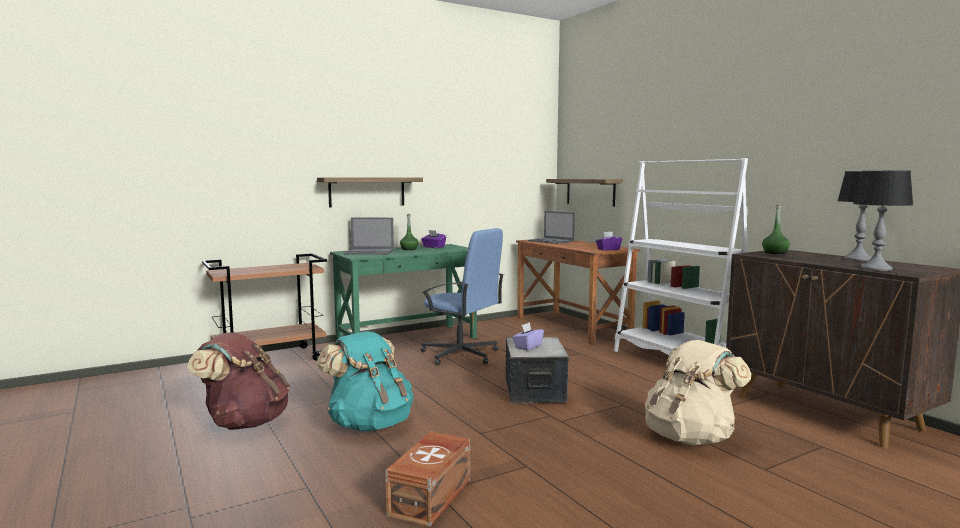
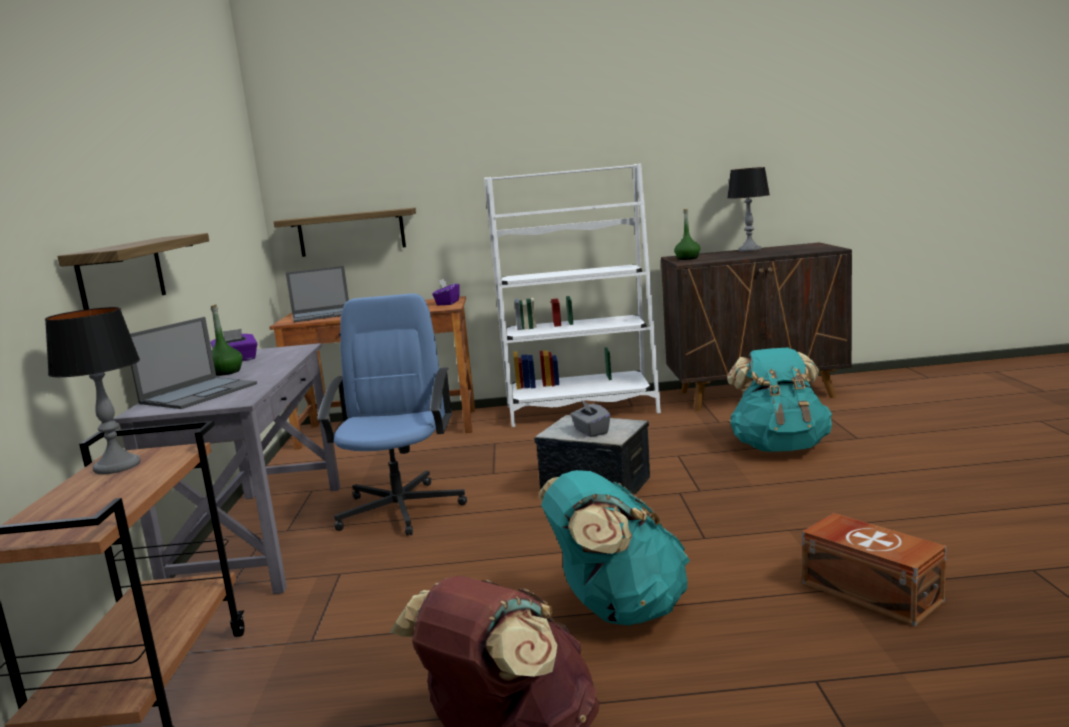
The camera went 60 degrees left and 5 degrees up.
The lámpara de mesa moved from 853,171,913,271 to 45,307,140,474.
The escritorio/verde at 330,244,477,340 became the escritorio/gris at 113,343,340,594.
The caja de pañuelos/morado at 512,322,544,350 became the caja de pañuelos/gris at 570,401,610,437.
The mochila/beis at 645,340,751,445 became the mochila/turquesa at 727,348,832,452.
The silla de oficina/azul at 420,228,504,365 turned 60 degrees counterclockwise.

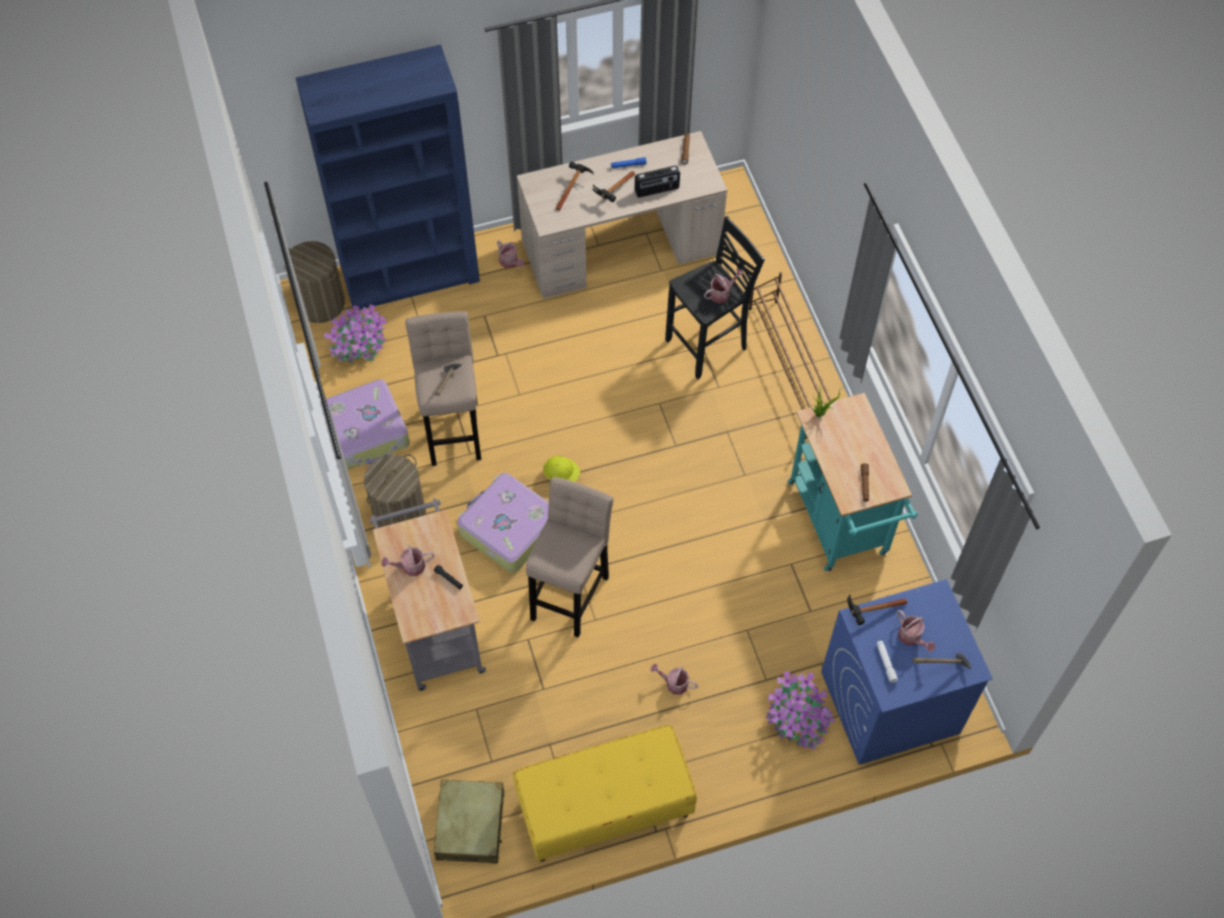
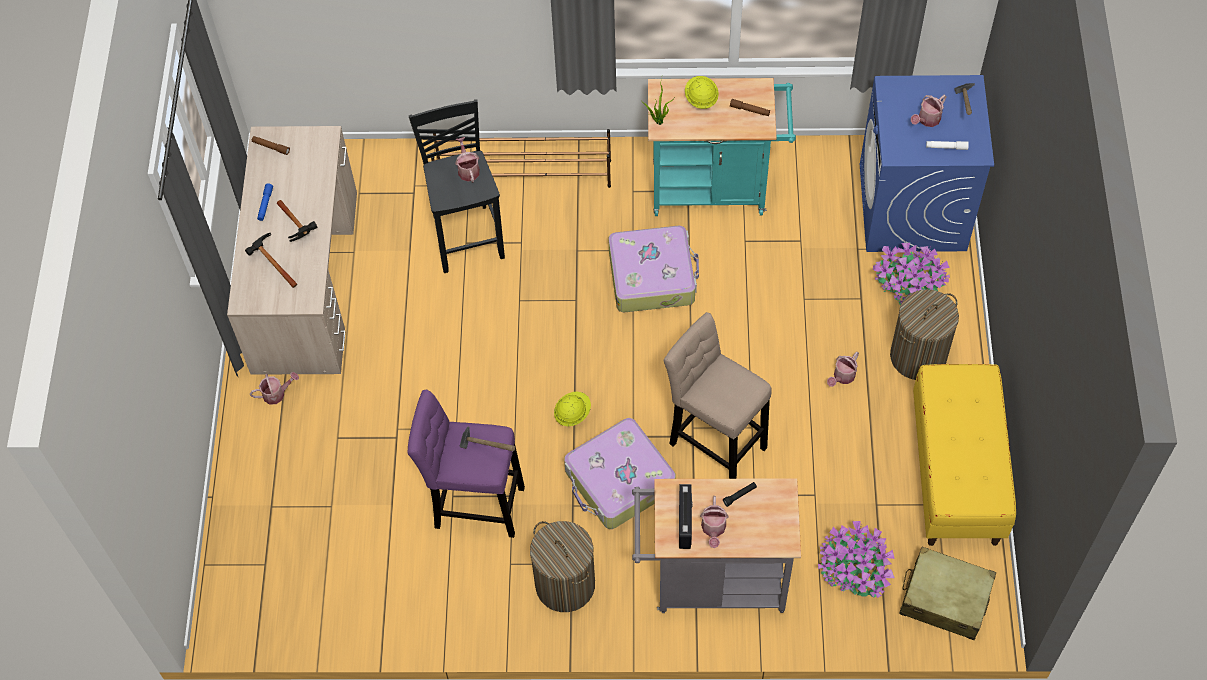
The camera went 70 degrees left and 0 degrees up.
The estantería/azul at 296,45,480,310 disappeared.
The martillo at 847,595,907,625 disappeared.
The casco/amarillo at 685,76,719,109 appeared.
The cesto de la ropa moved from 284,241,345,323 to 890,289,959,380.
The planta en maceta moved from 324,304,387,364 to 818,521,895,598.
The maleta moved from 326,379,410,470 to 608,226,699,312.
The radio moved from 635,165,680,198 to 679,484,693,549.
The taburete/beis at 405,311,481,466 became the taburete/morado at 407,390,525,538.
The regadera at 897,610,935,652 turned 150 degrees clockwise.

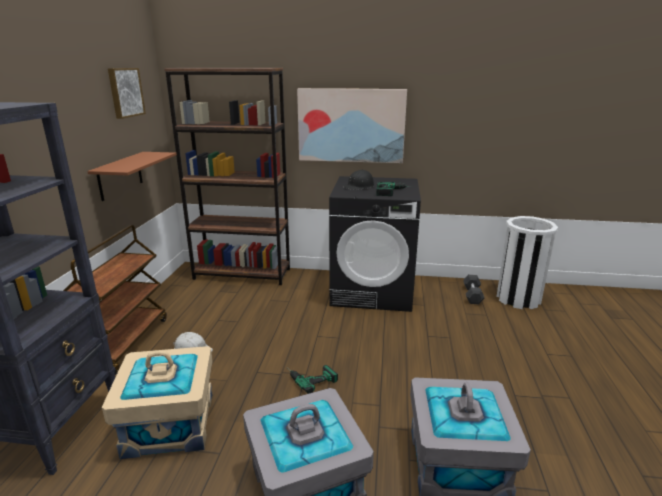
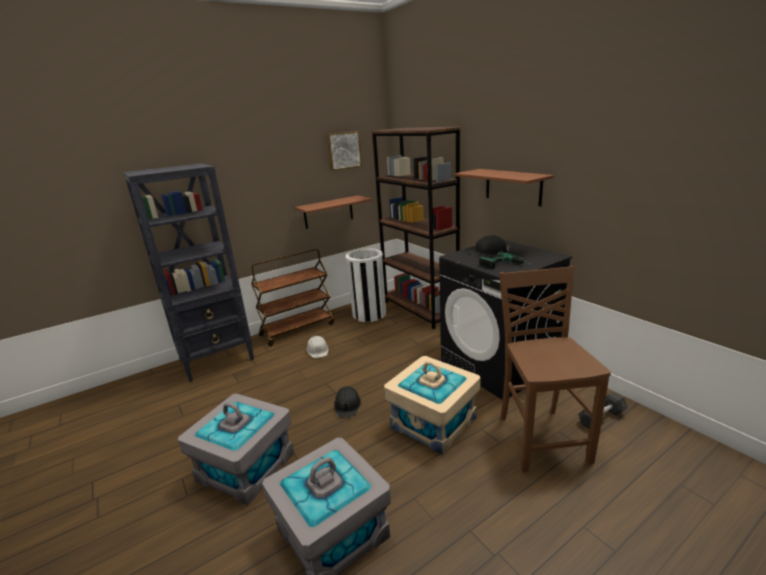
The camera went 50 degrees right and 0 degrees up.
The silla/marrón at 499,266,611,472 appeared.
The caja de almacenaje/beis moved from 102,346,213,459 to 384,356,481,455.
The papelera/blanco moved from 496,216,558,309 to 346,248,386,322.
The taladro at 287,365,338,394 was replaced by the casco/negro at 334,386,361,418.
The cuadro at 297,88,407,163 was replaced by the estante/marrón at 454,169,554,207.

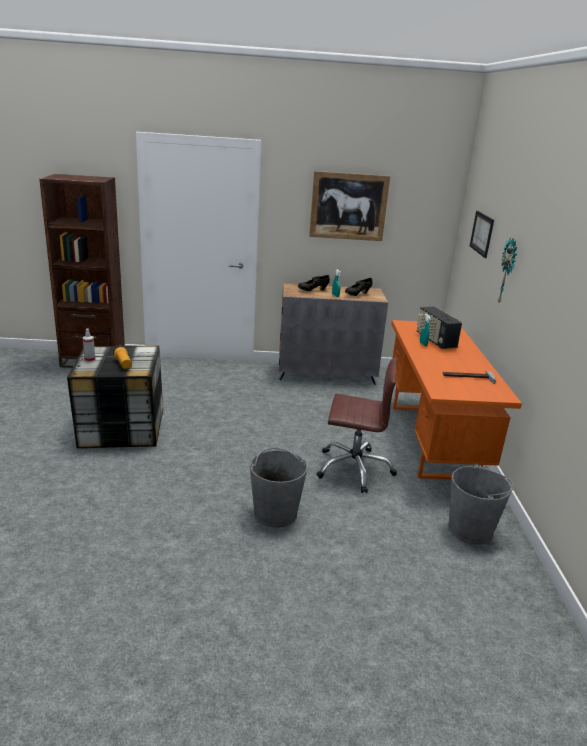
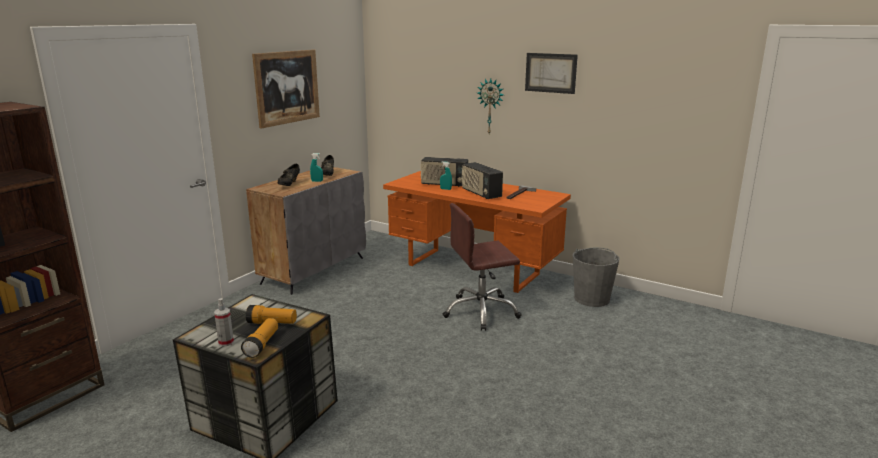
The camera went 55 degrees left and 5 degrees down.
The cubo/gris at 250,448,307,528 disappeared.
The linterna at 241,318,278,358 appeared.
The radio at 462,162,503,199 appeared.
The cuadro moved from 470,211,494,258 to 525,53,578,94.
The silla de oficina/marrón at 317,358,397,493 turned 150 degrees counterclockwise.

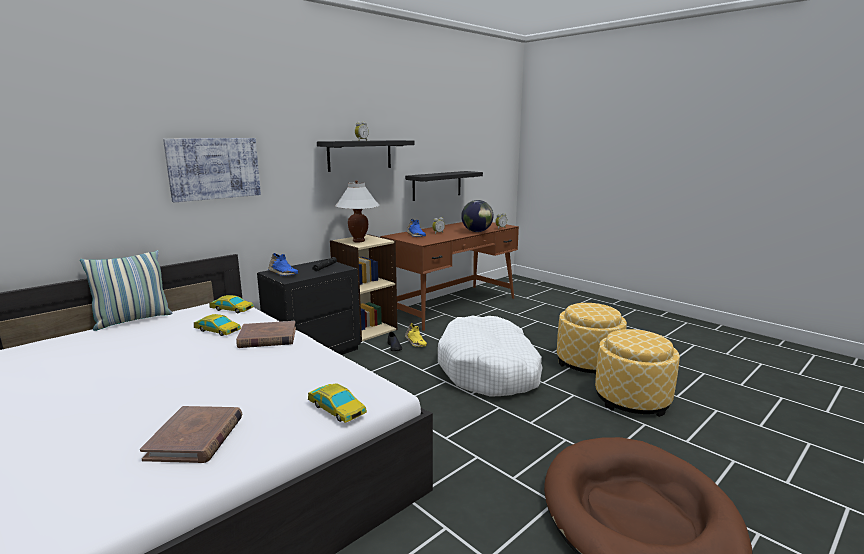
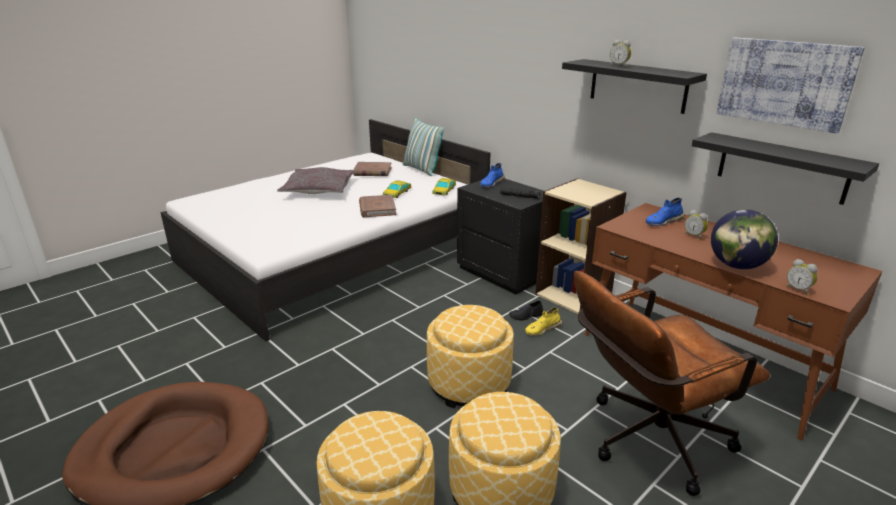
The camera went 90 degrees right and 10 degrees up.
The coche de juguete at 308,383,367,423 disappeared.
The lámpara de mesa/blanco at 335,180,380,242 disappeared.
The cojín/gris at 277,167,355,194 appeared.
The silla de oficina/marrón at 573,271,770,496 appeared.
The libro/marrón moved from 140,406,243,463 to 353,162,392,176.
The cuadro moved from 163,138,261,202 to 716,37,865,134.
The cama para perro/blanco at 438,315,543,397 was replaced by the puf at 427,305,514,409.

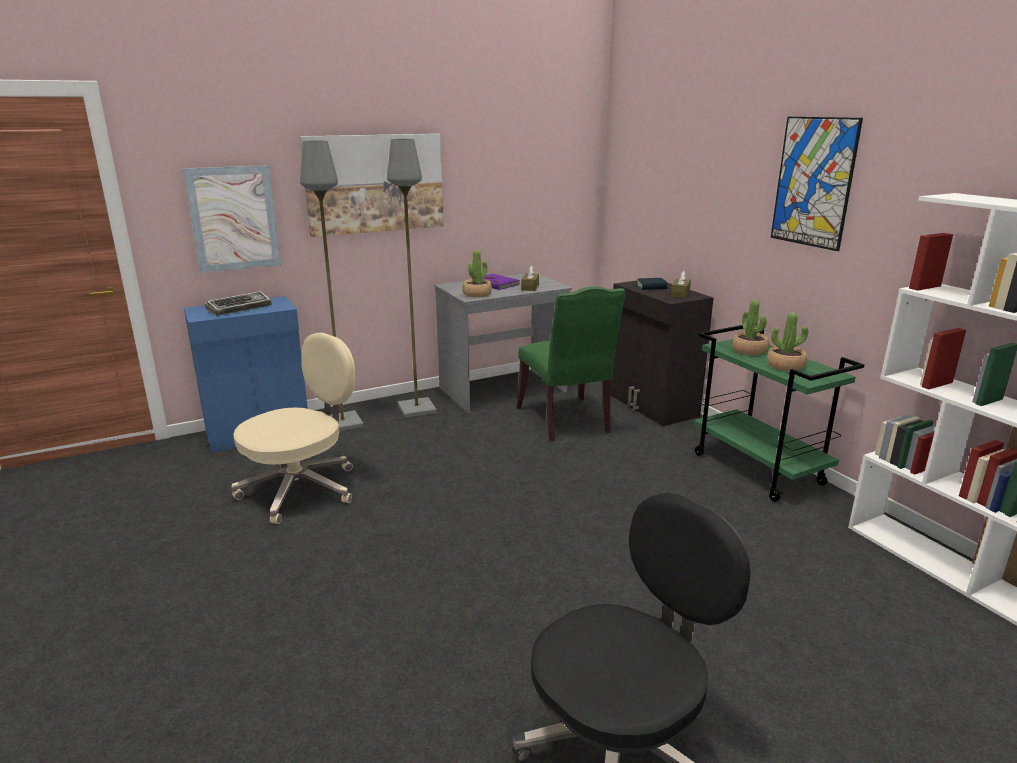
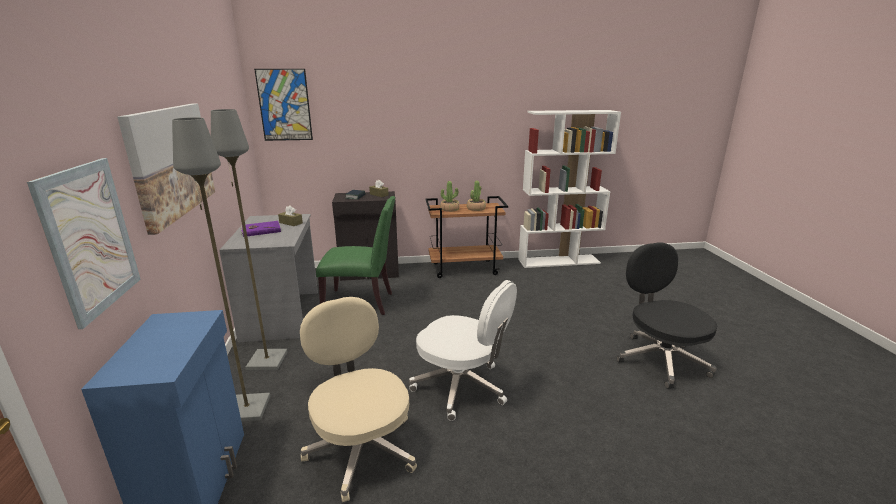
The camera went 70 degrees left and 0 degrees up.
The teclado at 205,291,272,316 disappeared.
The planta en maceta at 462,250,492,297 disappeared.
The silla de oficina/blanco at 409,280,517,421 appeared.
The cuadro moved from 771,117,863,251 to 254,69,313,141.
The carrito/verde at 694,325,864,502 became the carrito/marrón at 425,196,508,278.

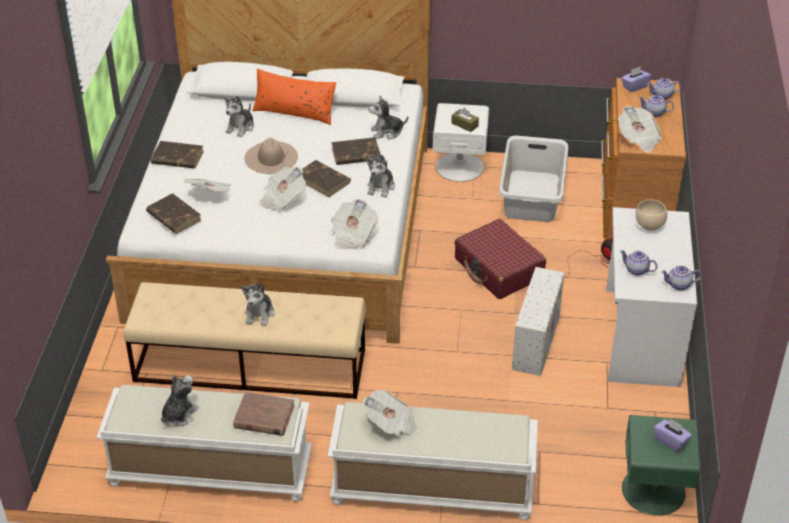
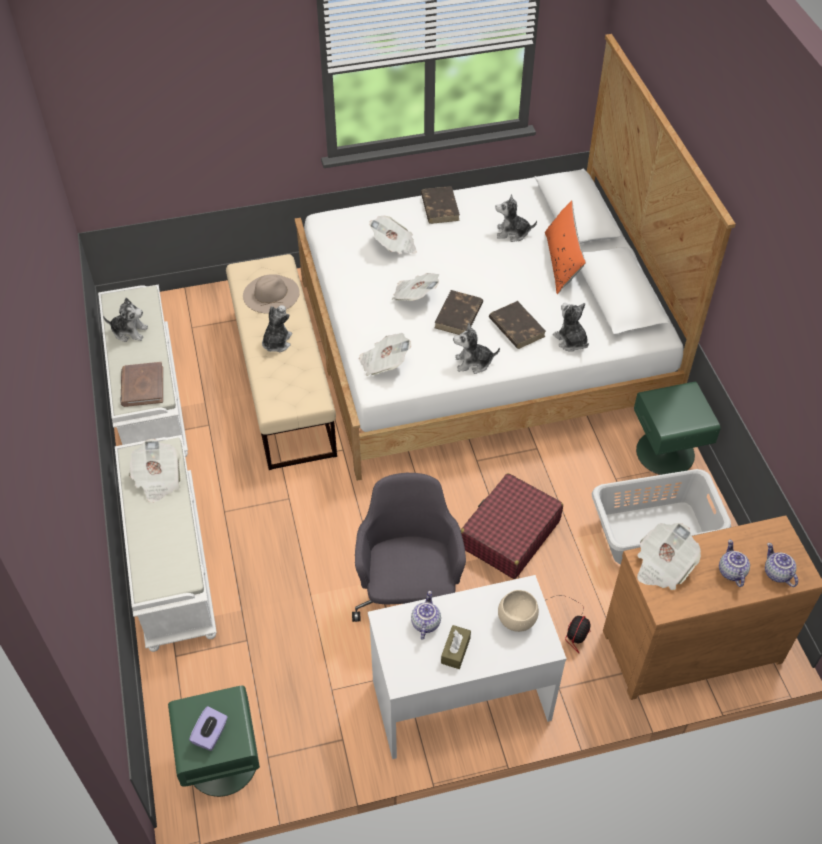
The camera went 70 degrees right and 10 degrees up.
The libro/marrón at 146,193,202,234 disappeared.
The caja de pañuelos/morado at 621,67,652,92 disappeared.
The tetera at 661,265,702,291 disappeared.
The sombrero/beis moved from 244,138,298,174 to 243,274,300,314.
The caja de pañuelos/marrón moved from 451,108,479,132 to 441,625,471,669.
The caja de almacenaje/blanco at 512,267,564,376 was replaced by the silla de oficina/gris at 352,473,466,622.
The mesita de noche/blanco at 433,103,489,182 became the mesita de noche/verde at 634,381,720,475.
The peluche at 241,282,275,326 turned 120 degrees clockwise.

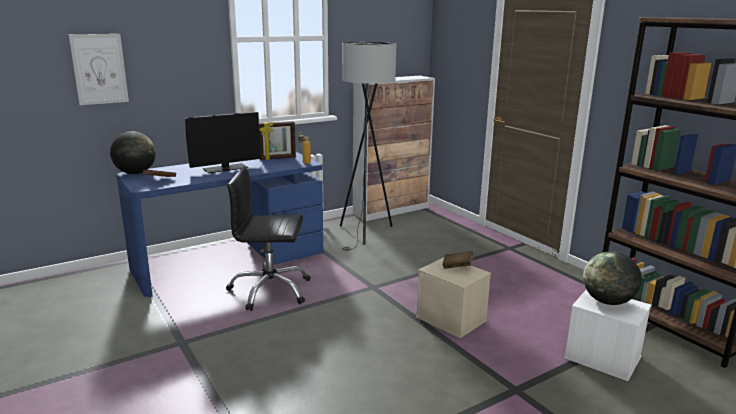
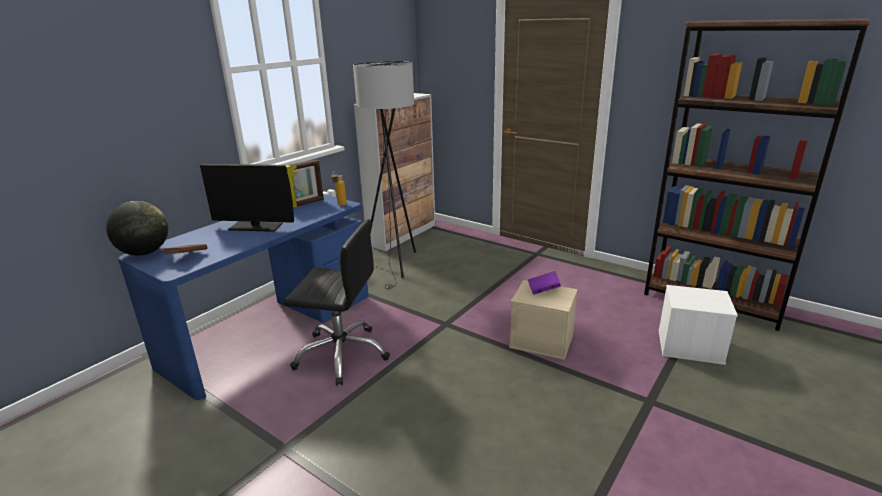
The camera went 20 degrees left and 5 degrees up.
The cuadro at 69,34,129,105 disappeared.
The globo terráqueo at 583,251,642,305 disappeared.
The libro/marrón at 442,251,473,269 became the libro/morado at 528,271,561,295.
The monitor at 185,112,261,173 turned 60 degrees clockwise.
The silla de oficina/negro at 226,167,311,311 turned 150 degrees counterclockwise.

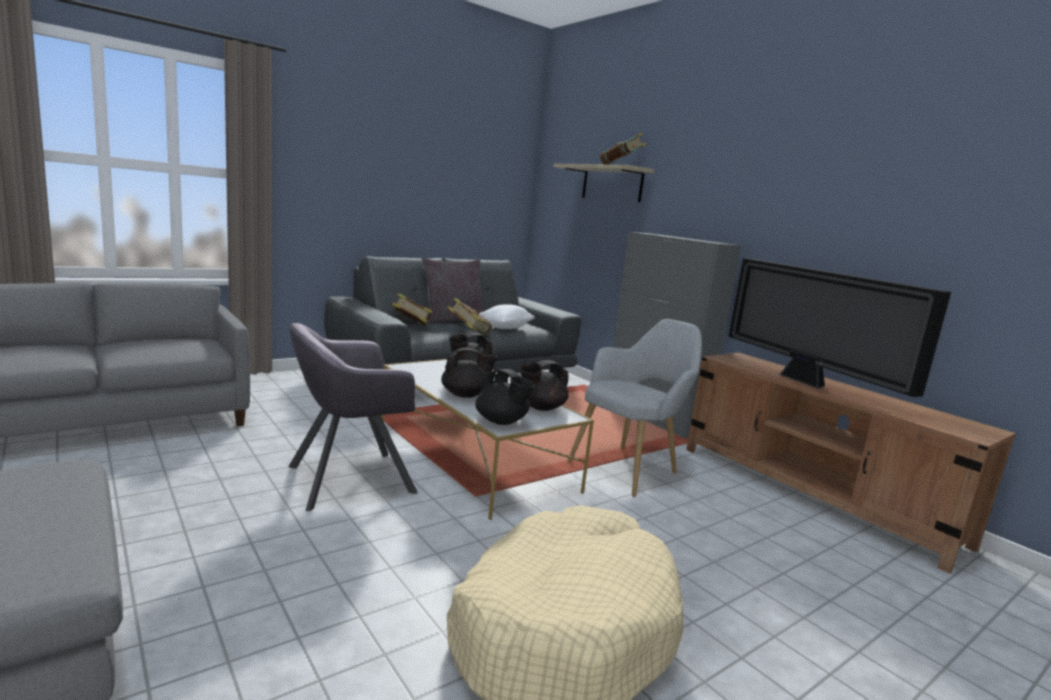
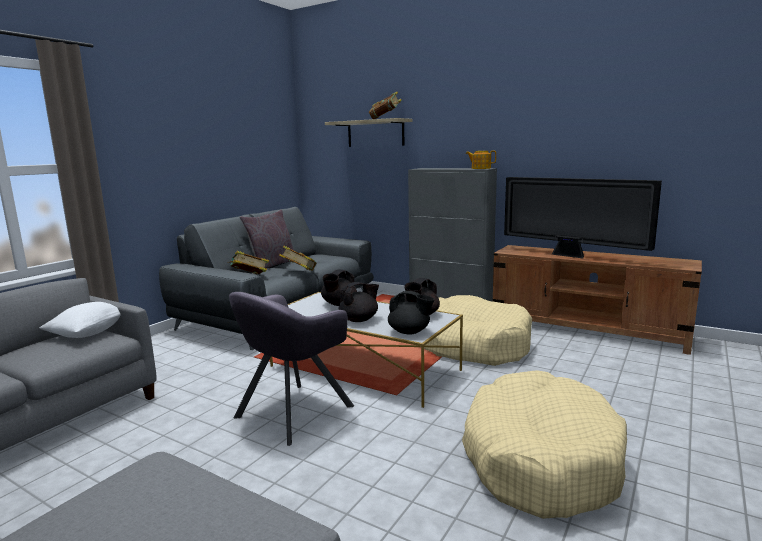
The camera went 20 degrees left and 0 degrees up.
The tetera at 466,150,496,169 appeared.
The cojín/blanco moved from 479,304,535,329 to 39,302,120,338.
The sillón/gris at 567,319,702,497 was replaced by the cama para perro/beis at 424,295,532,366.

